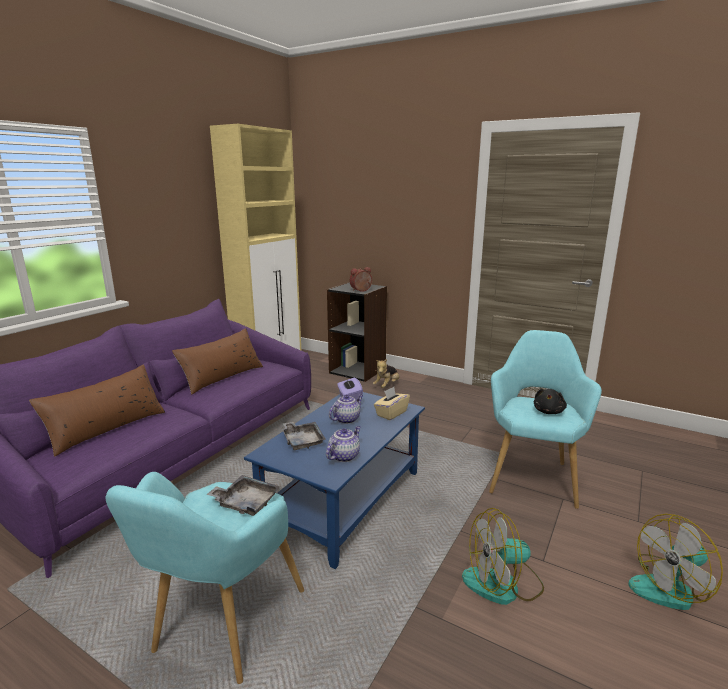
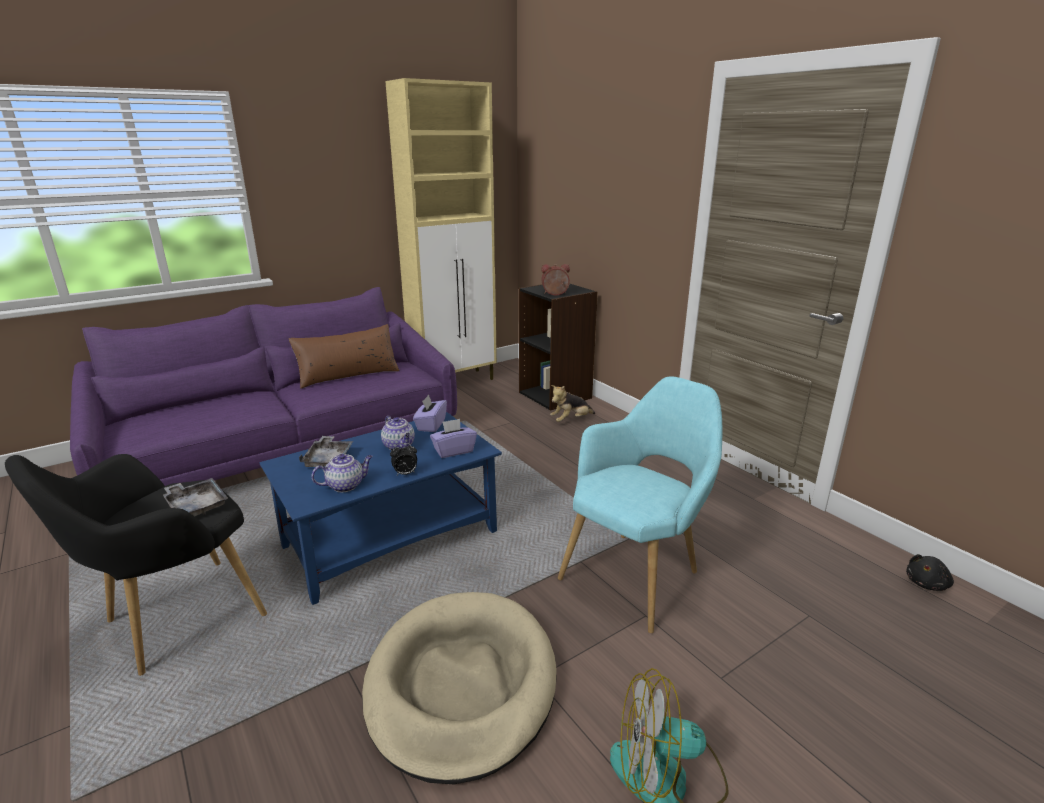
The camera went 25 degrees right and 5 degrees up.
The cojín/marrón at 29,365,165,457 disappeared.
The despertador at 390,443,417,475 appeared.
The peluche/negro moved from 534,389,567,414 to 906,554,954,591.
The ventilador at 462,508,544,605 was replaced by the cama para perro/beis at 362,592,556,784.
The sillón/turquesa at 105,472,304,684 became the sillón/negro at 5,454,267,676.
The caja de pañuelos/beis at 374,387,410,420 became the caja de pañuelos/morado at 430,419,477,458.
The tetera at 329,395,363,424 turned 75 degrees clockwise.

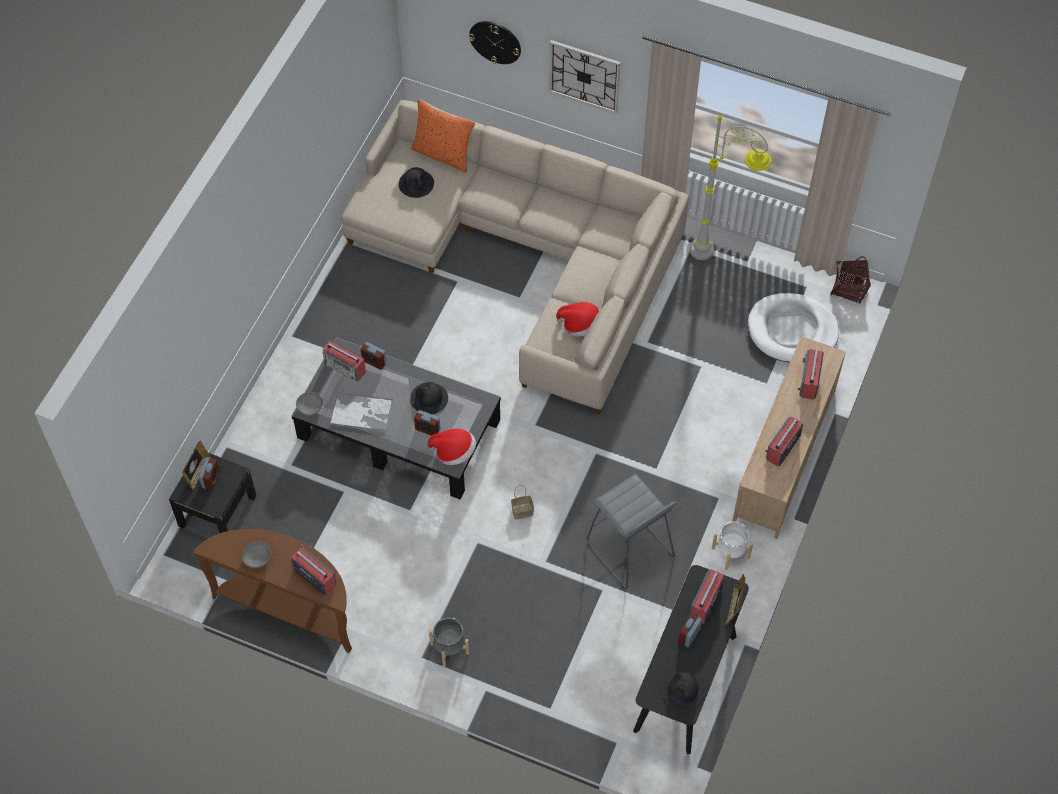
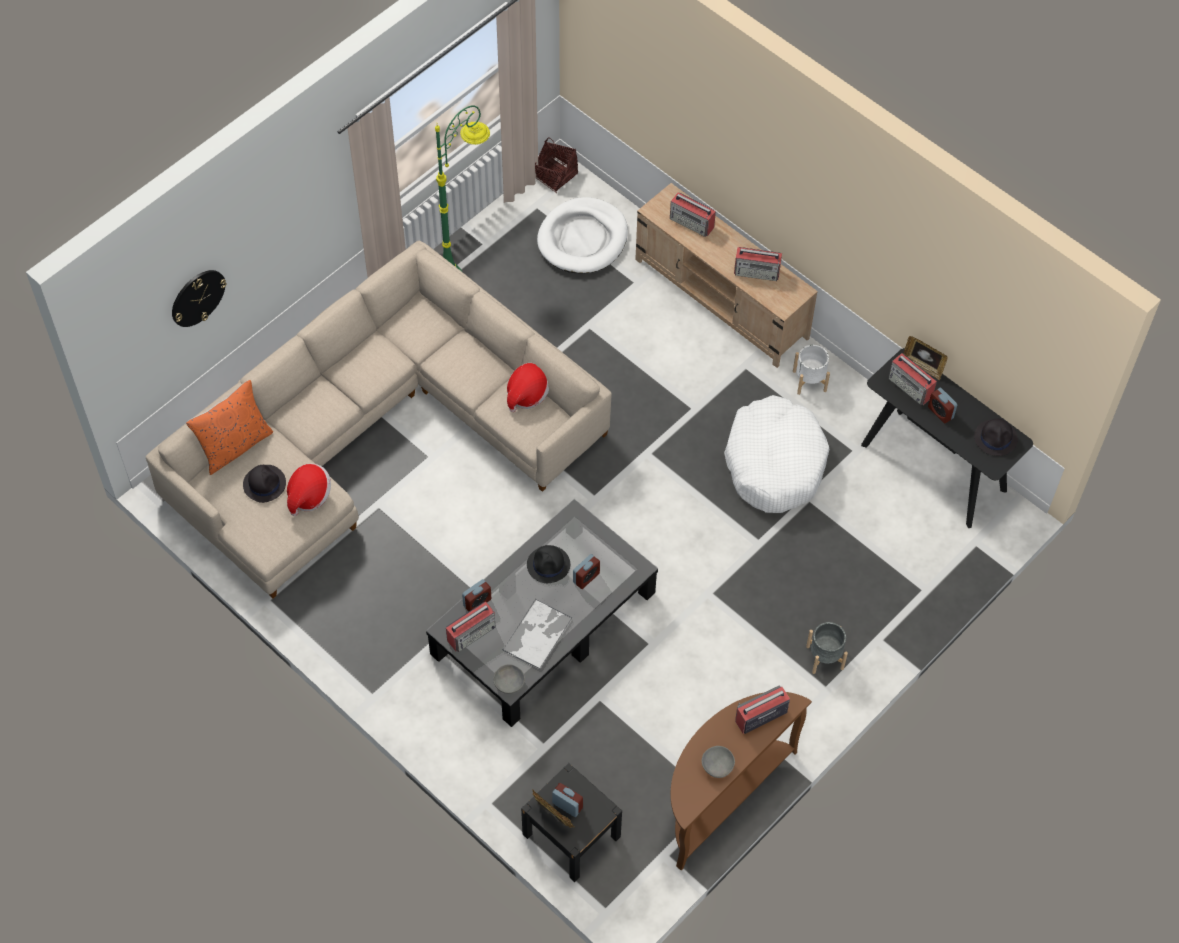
The camera went 70 degrees left and 0 degrees up.
The cesta at 511,485,534,519 disappeared.
The reloj de pared at 549,40,621,113 disappeared.
The sombrero moved from 428,429,476,465 to 287,463,331,516.
The taburete/gris at 587,474,676,589 was replaced by the cama para perro/blanco at 724,395,830,513.
The lámpara de pie/gris at 690,113,772,260 became the lámpara de pie/verde at 435,105,490,272.
The radio at 765,417,803,467 turned 45 degrees counterclockwise.

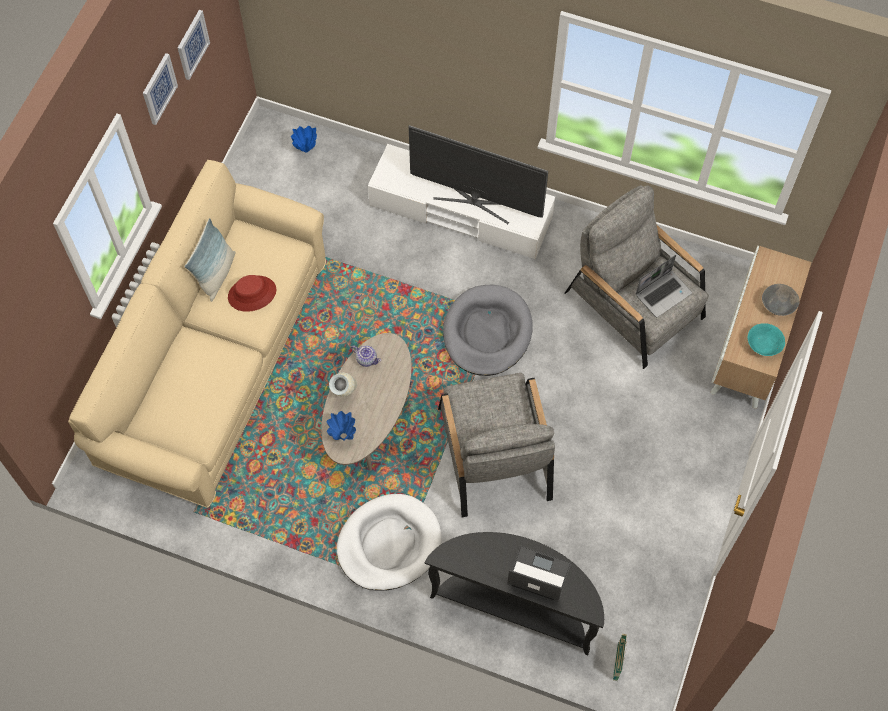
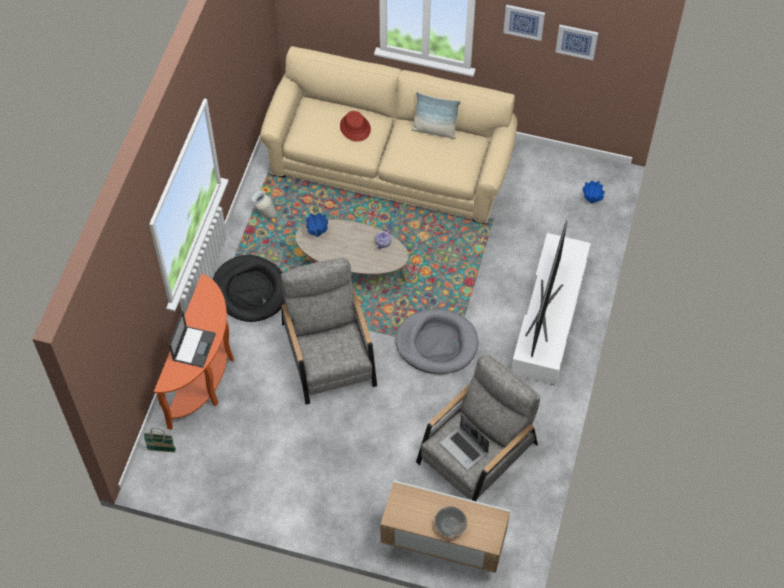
The camera went 85 degrees right and 5 degrees down.
The cuenco/turquesa at 748,323,785,356 disappeared.
The sombrero/rojo moved from 228,275,276,312 to 340,111,371,141.
The florero moved from 329,372,357,397 to 252,191,276,219.
The cama para perro/blanco at 337,494,442,591 became the cama para perro/negro at 213,255,285,322.
The mesa consola/negro at 425,532,604,655 became the mesa consola/naranja at 154,274,234,430.
The sillón/gris at 438,373,555,517 turned 90 degrees clockwise.

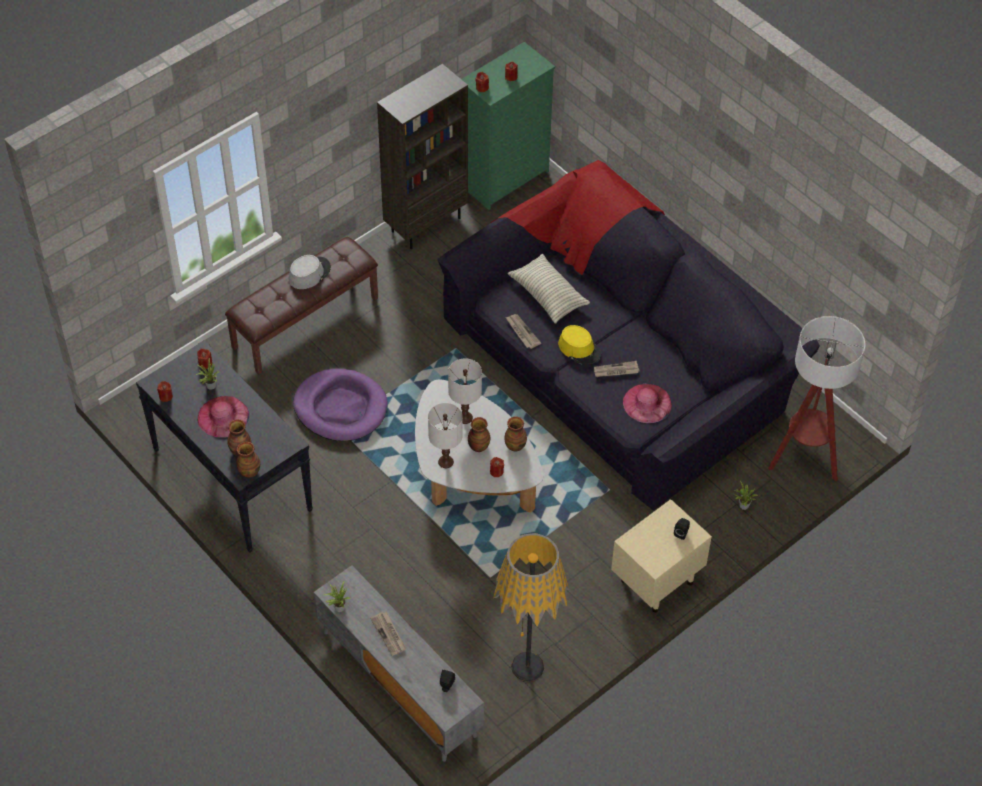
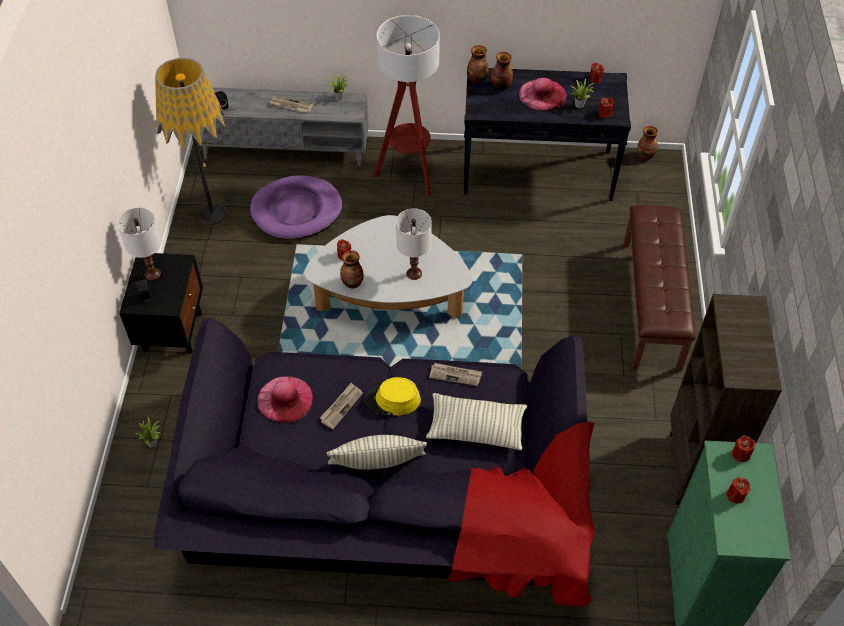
The camera went 135 degrees right and 0 degrees up.
The sombrero/gris at 288,255,331,289 disappeared.
The cojín at 327,435,427,470 appeared.
The cama para perro/morado moved from 293,369,387,441 to 250,175,343,240.
The lámpara de mesa/blanco moved from 428,403,463,468 to 117,207,161,281.
The florero moved from 468,417,490,452 to 637,126,658,160.
The lámpara de pie moved from 768,316,866,481 to 374,15,440,196.
The mesita de noche/beis at 611,499,712,612 became the mesita de noche/negro at 119,253,203,354.

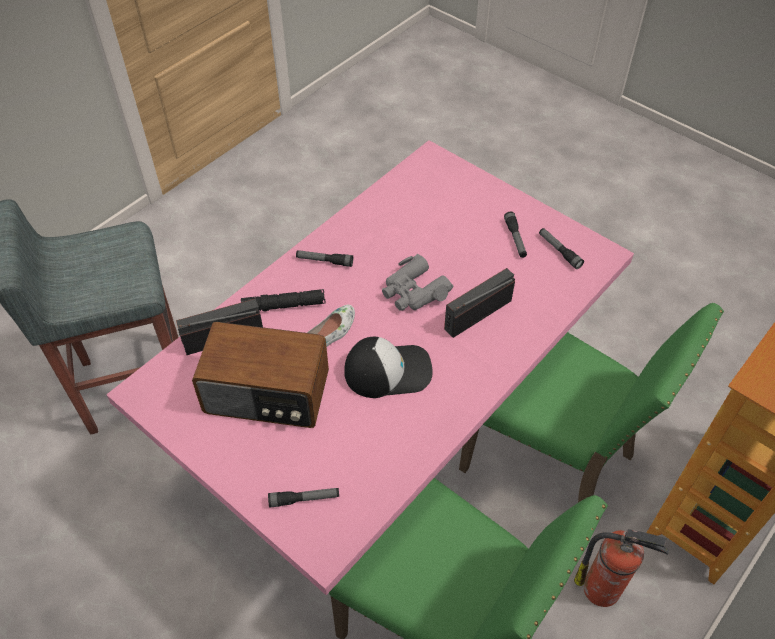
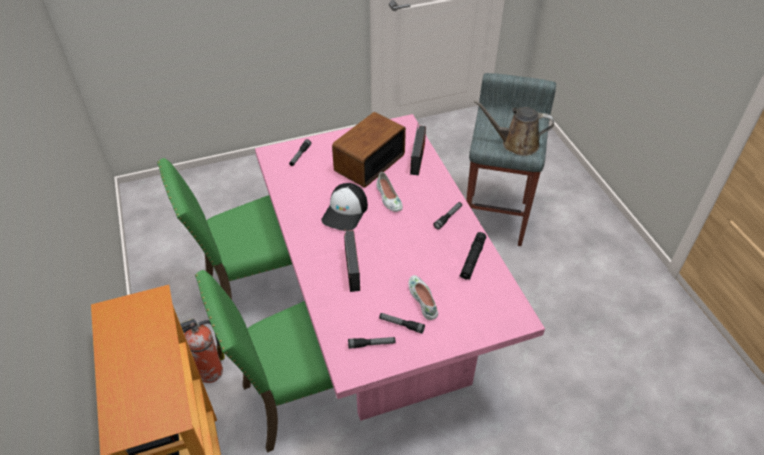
The camera went 120 degrees right and 5 degrees down.
The prismáticos/gris at 382,254,453,311 disappeared.
The zapato/blanco at 408,275,438,320 appeared.
The regadera/marrón at 474,100,554,156 appeared.
The linterna/negro moved from 241,289,326,311 to 460,232,486,280.

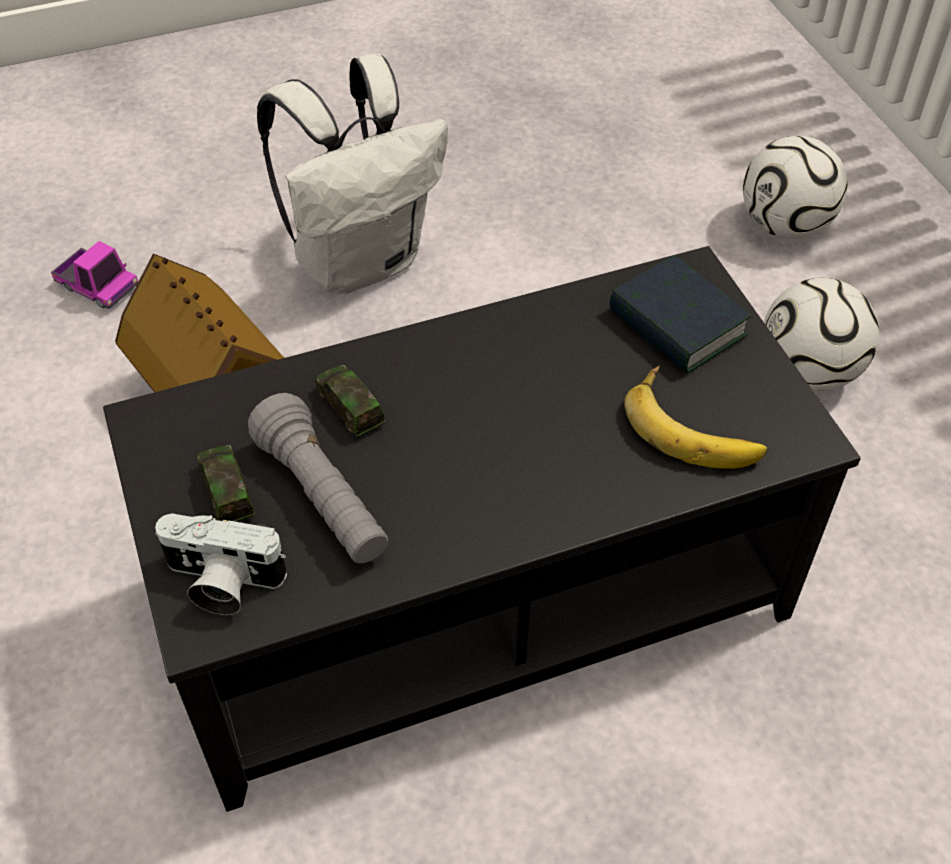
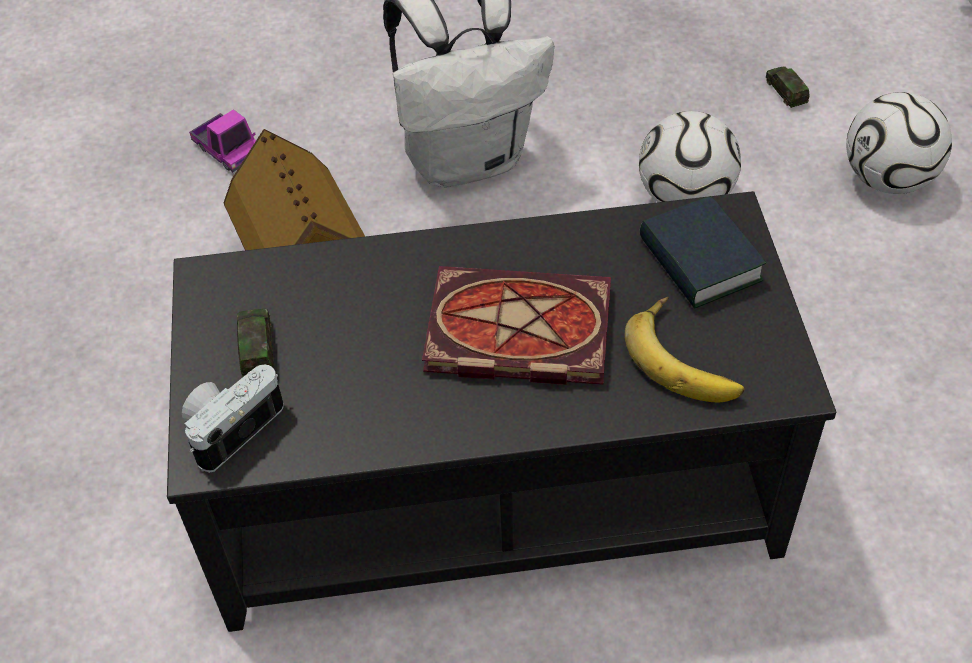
The camera went 15 degrees right and 0 degrees up.
The linterna/gris at 248,393,388,564 disappeared.
The libro at 422,266,611,385 appeared.
The coche de juguete moved from 315,365,385,437 to 766,66,810,108.
The balón de fútbol moved from 764,278,879,391 to 639,111,741,202.
The cámara at 155,513,287,615 turned 105 degrees clockwise.

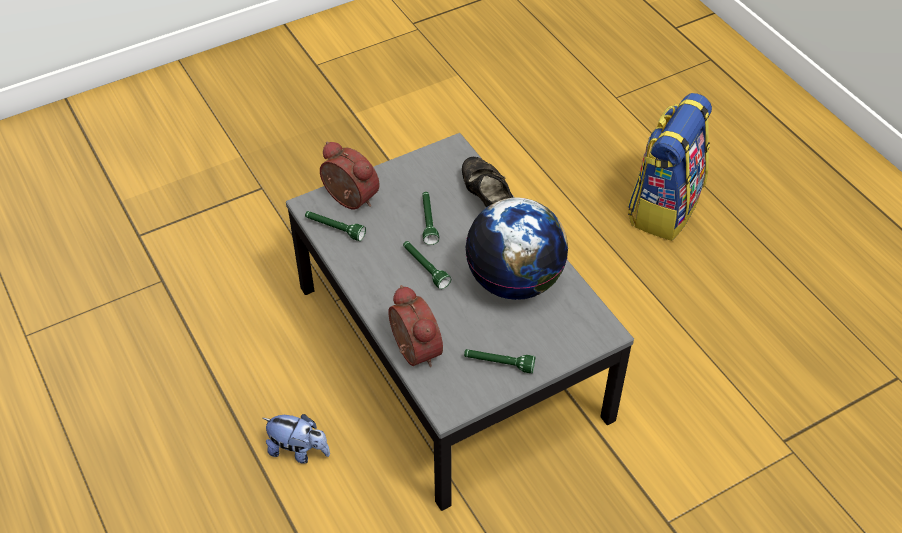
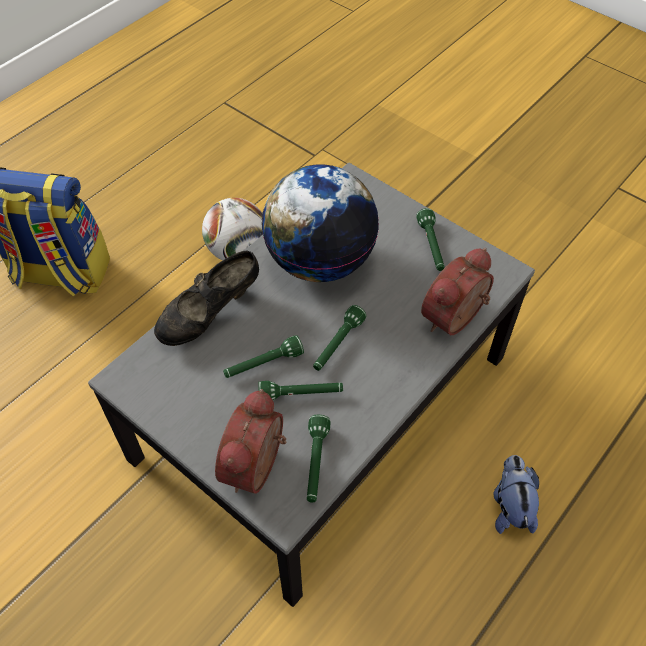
The camera went 110 degrees left and 5 degrees up.
The balón de fútbol at 202,198,263,260 appeared.
The linterna/verde at 258,381,343,400 appeared.

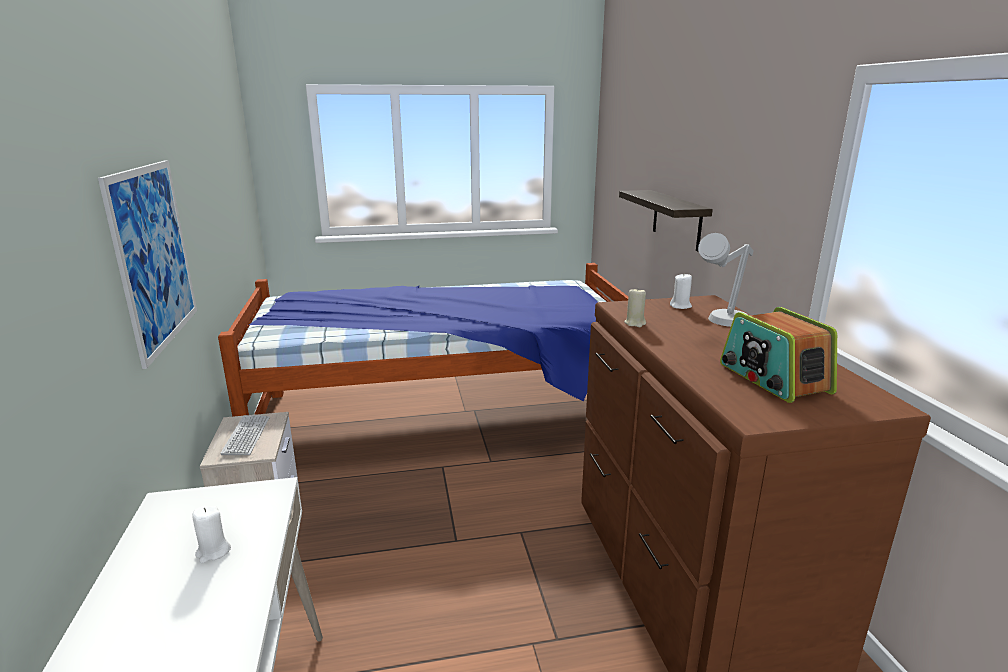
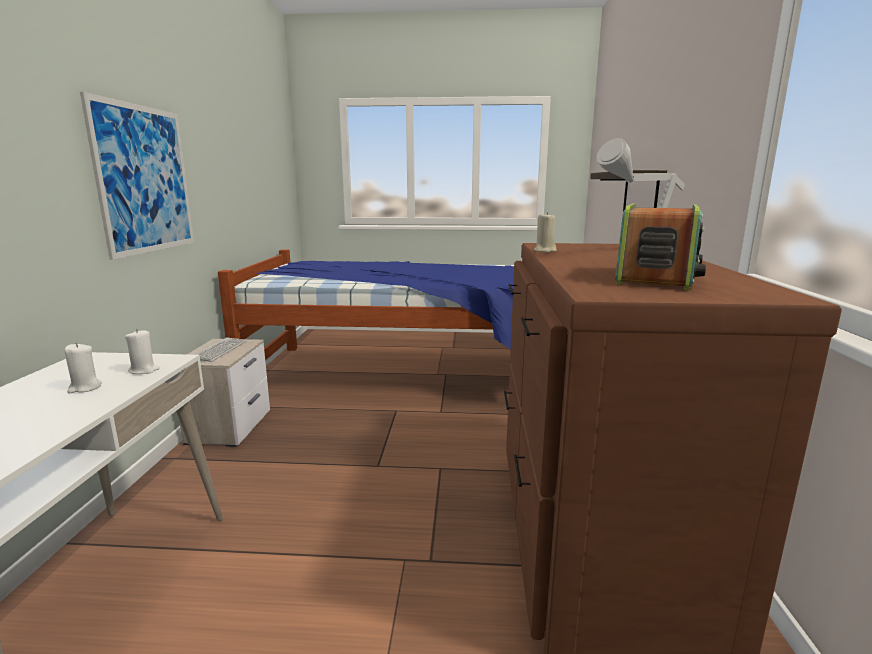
The camera went 15 degrees right and 5 degrees down.
The vela/blanco moved from 670,273,692,309 to 125,329,160,374.
The radio at 720,307,837,403 turned 150 degrees counterclockwise.

